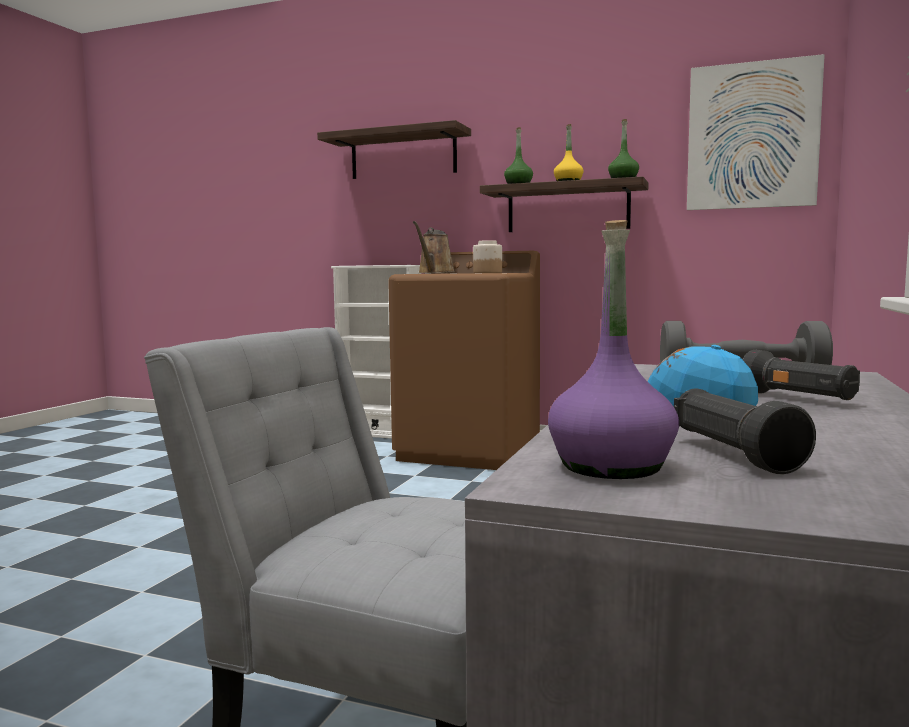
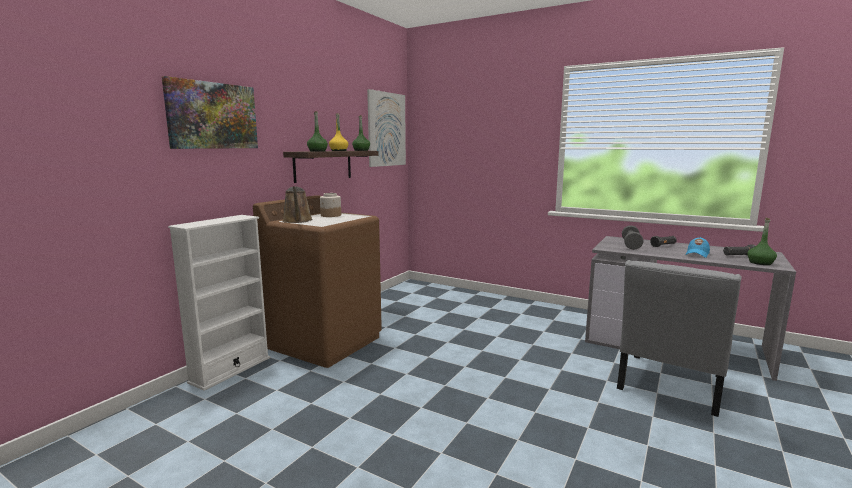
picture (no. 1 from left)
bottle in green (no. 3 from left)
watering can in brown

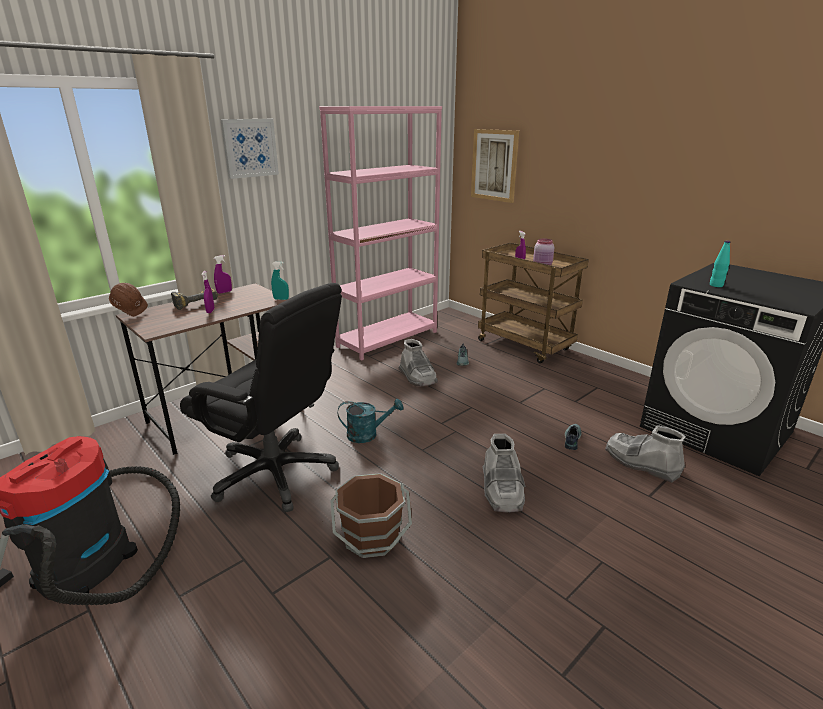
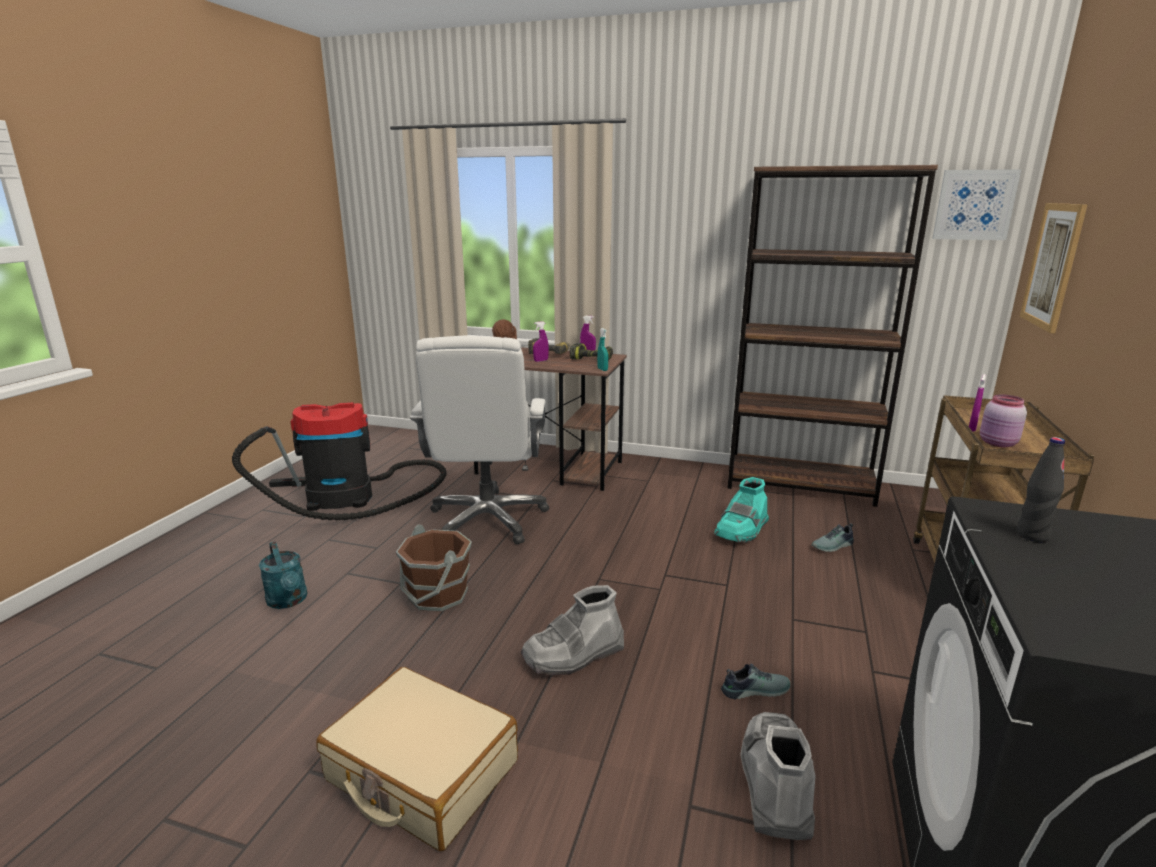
bookcase in brown
picture (no. 1 from left)
bottle in black
office chair in white
boot in turquoise
watering can in turquoise
power drill (no. 2 from left)
suitcase in beige

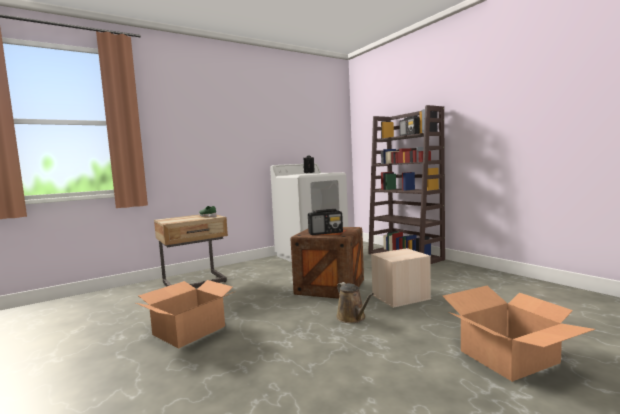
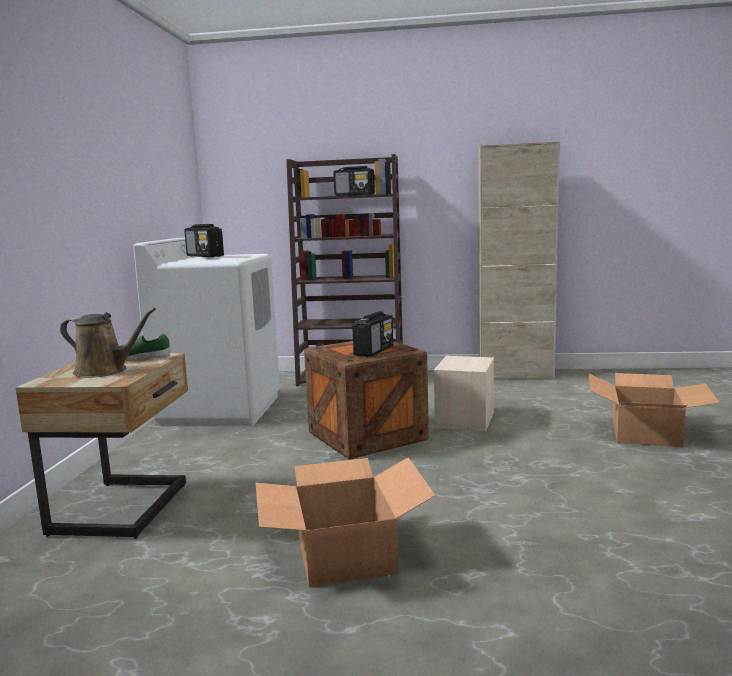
watering can in brown
cabinet in beige

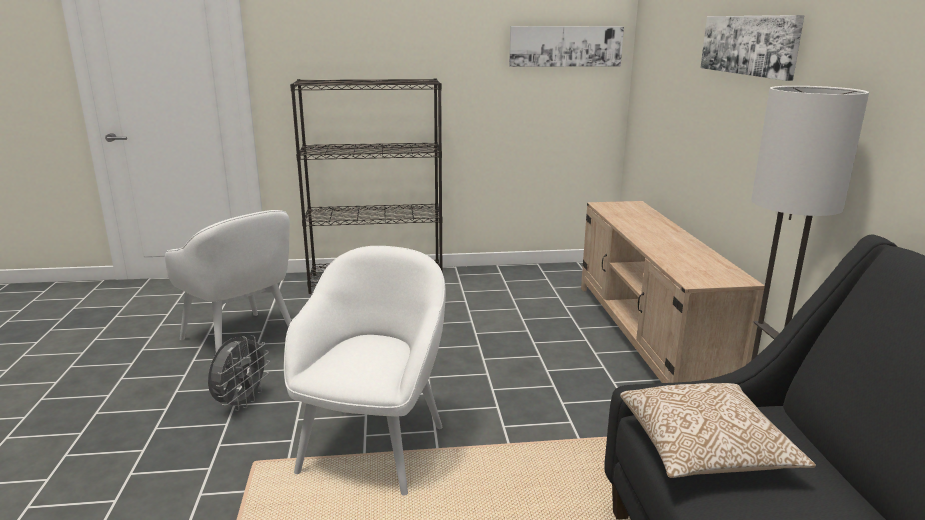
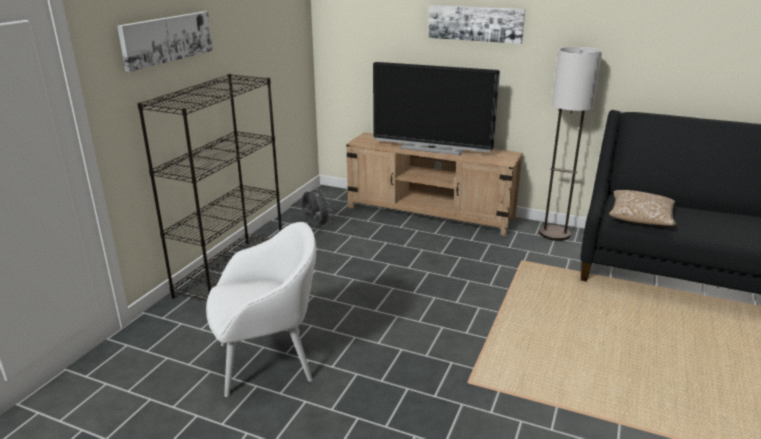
picture (no. 1 from left)
armchair in white (no. 2 from left in the first image)
fan in grey
television

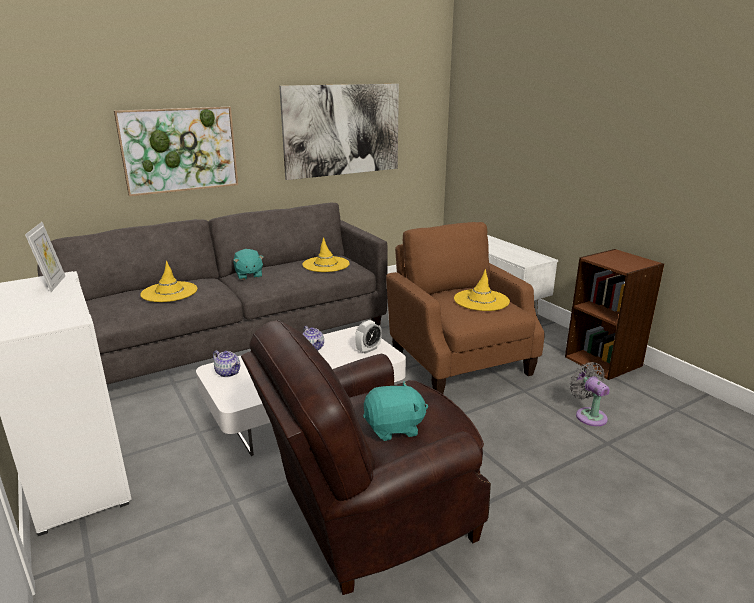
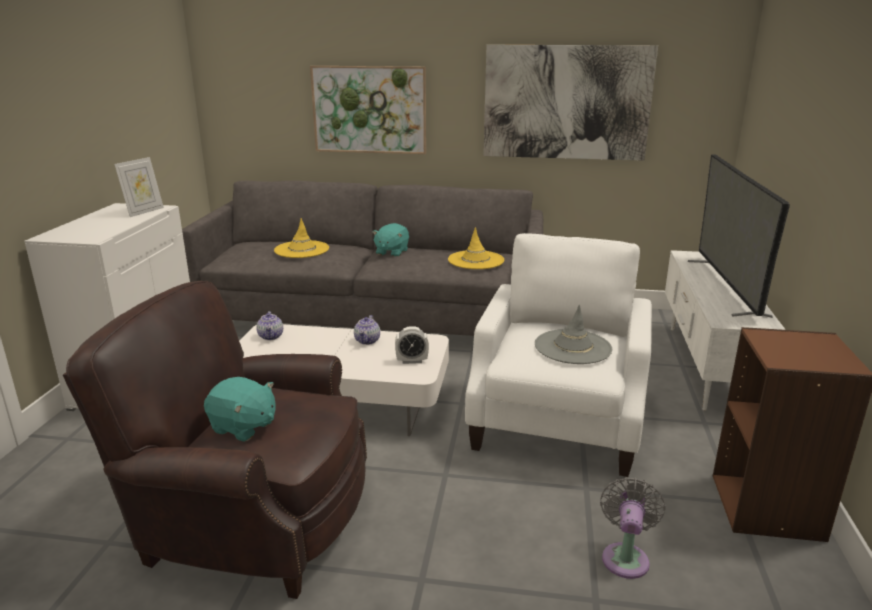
armchair in white
hat in grey
television

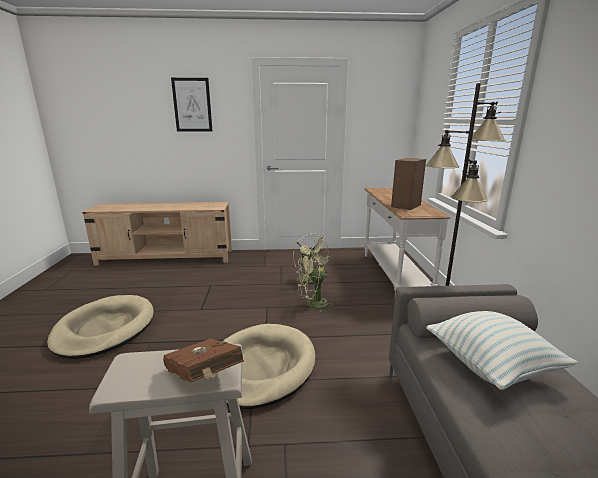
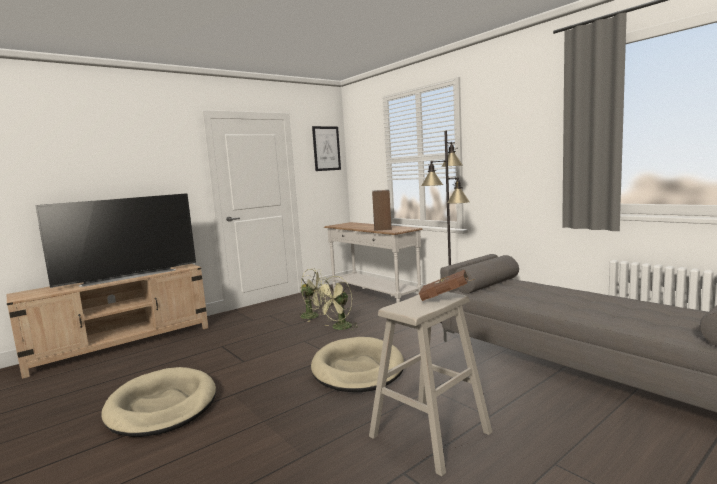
picture
pillow
television

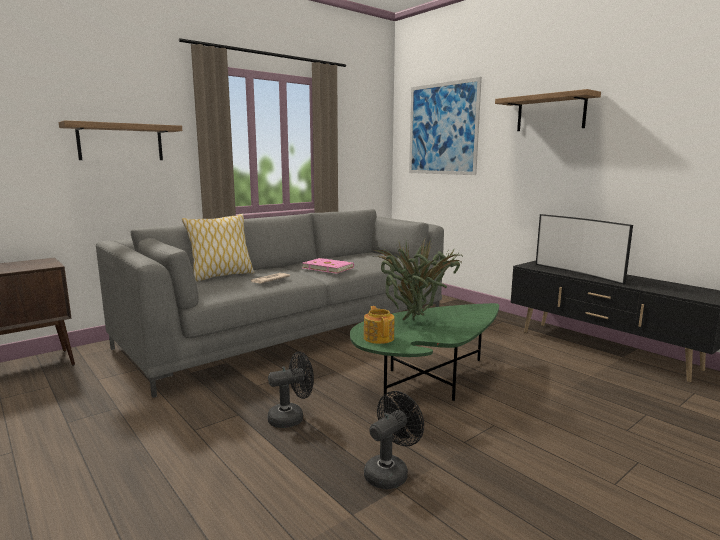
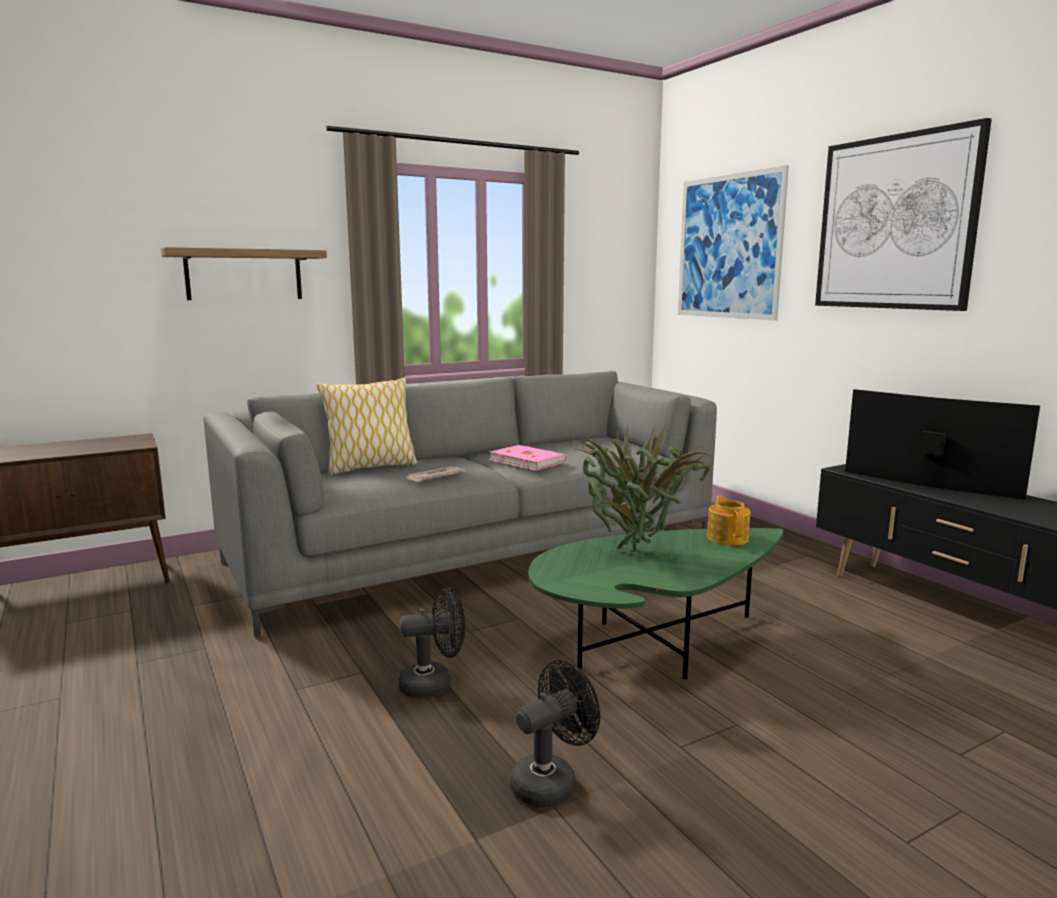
picture (no. 2 from left)
television
teapot

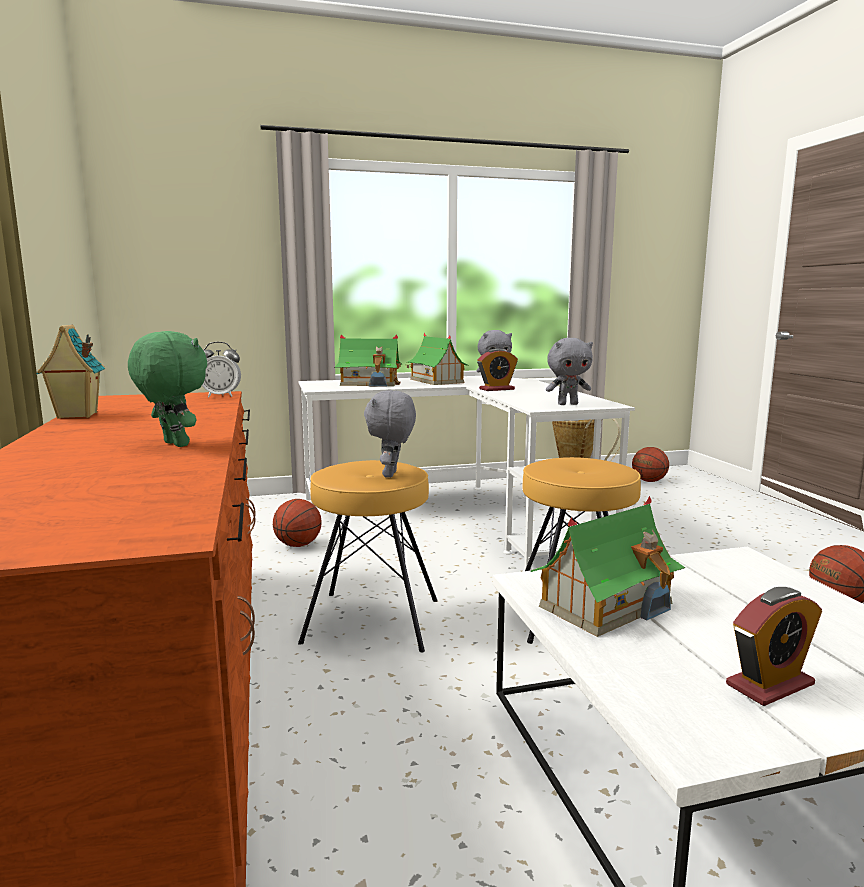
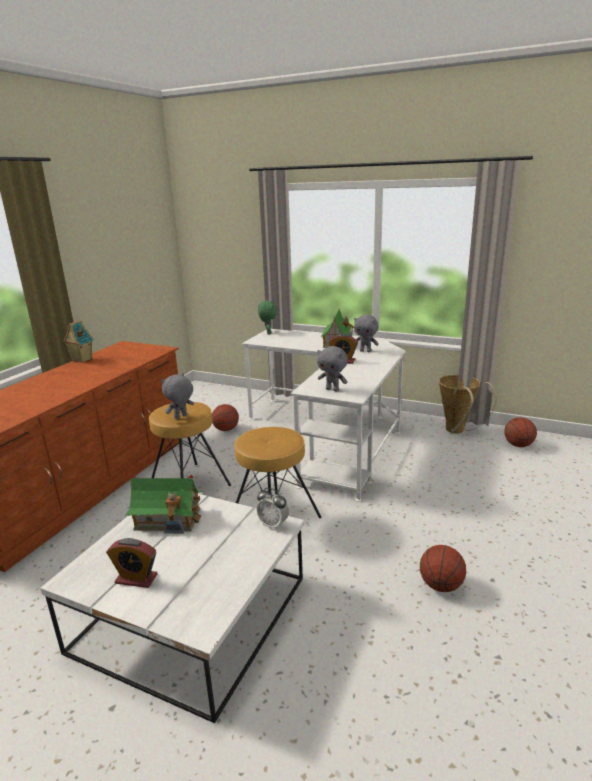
plush toy in green
toy house (no. 2 from left in the first image)
alarm clock (no. 2 from left)

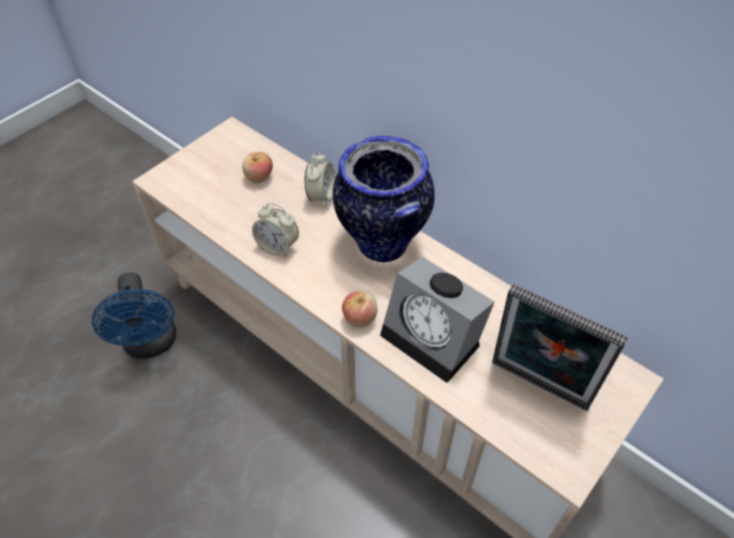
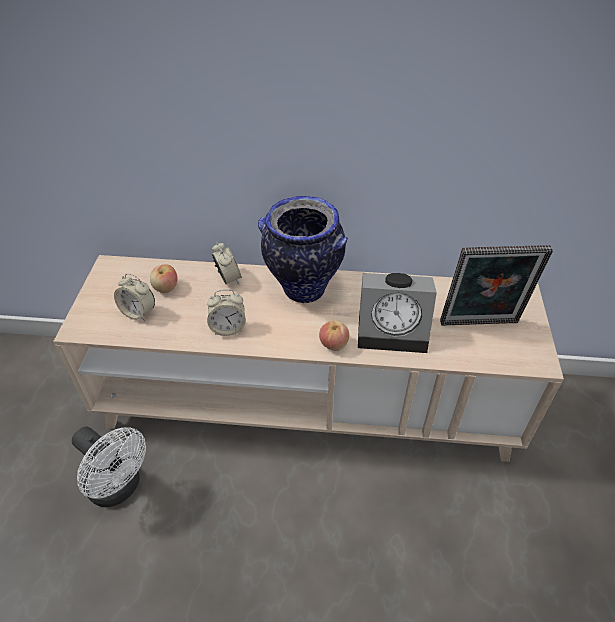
fan in white
alarm clock (no. 1 from left)

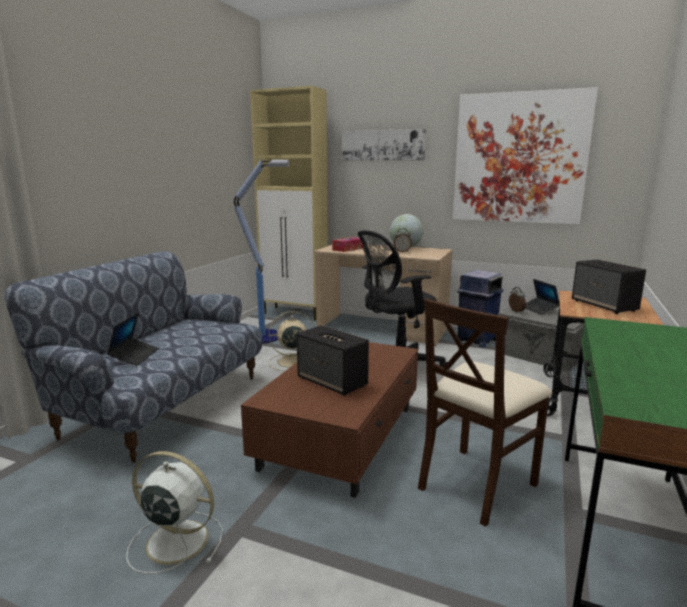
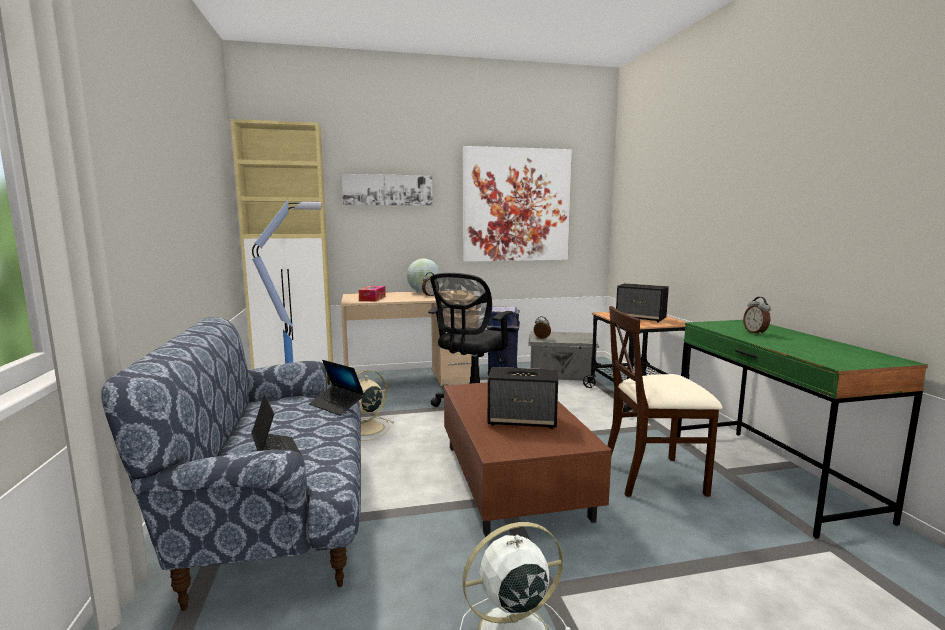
laptop (no. 2 from left)
chair in beige
alarm clock (no. 3 from left)

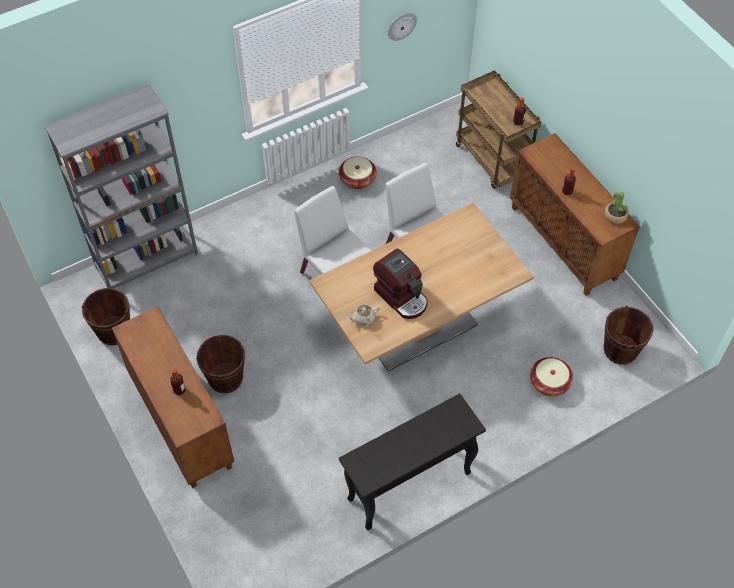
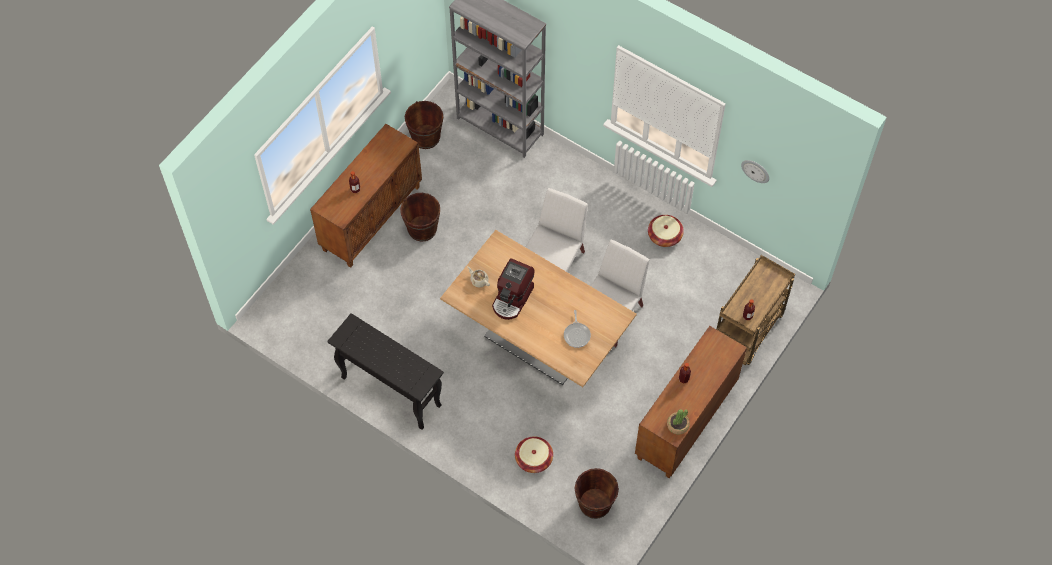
frying pan

